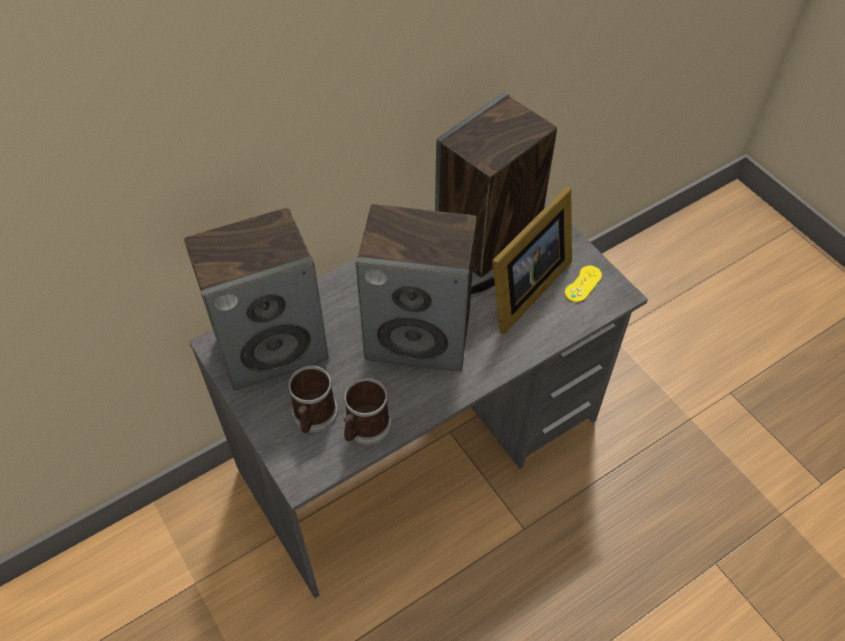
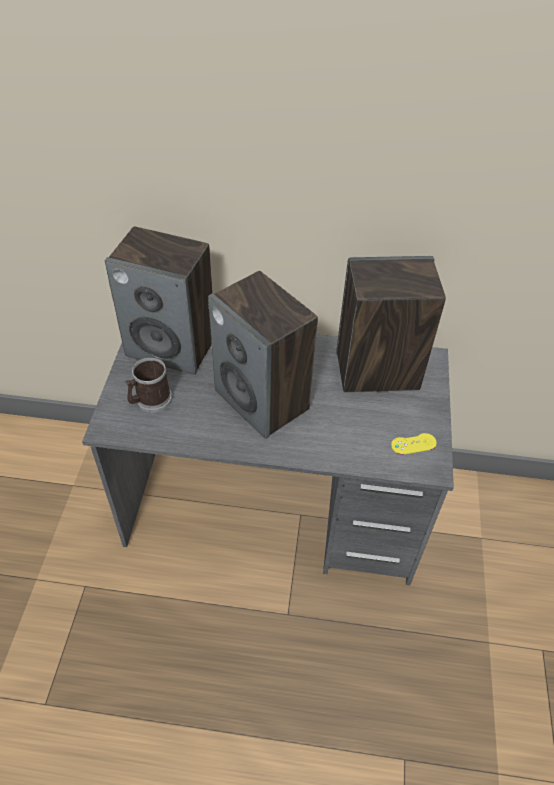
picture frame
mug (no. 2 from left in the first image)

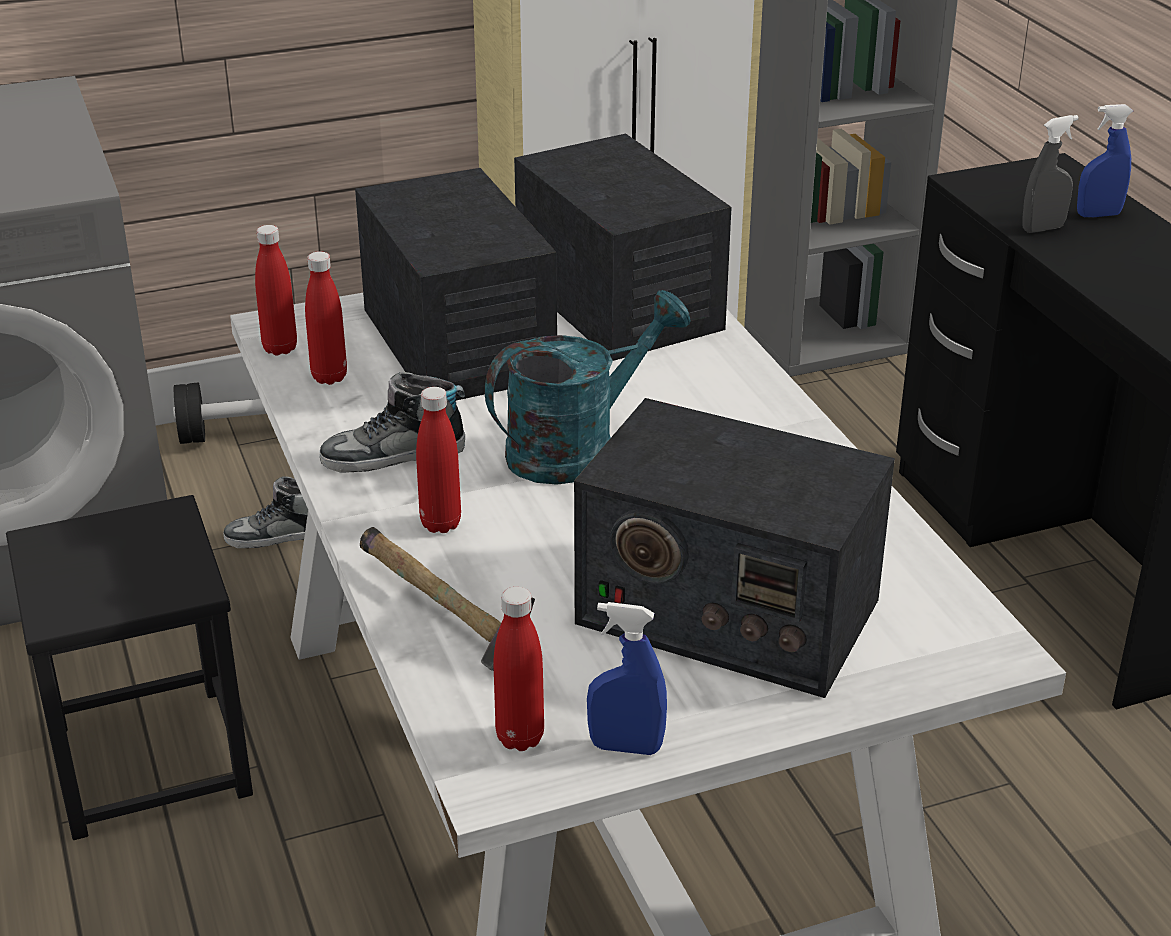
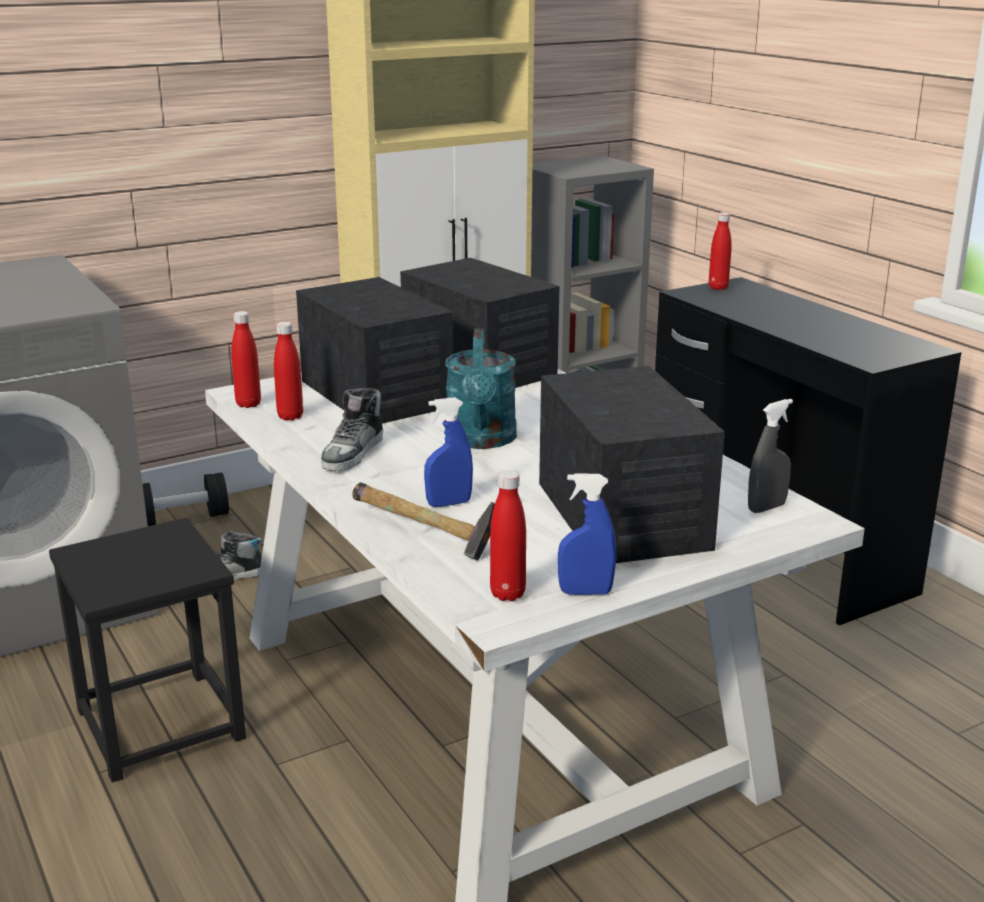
spray bottle in blue (no. 1 from left)
spray bottle in grey
watering can in turquoise
shoe (no. 2 from left)
bottle in red (no. 4 from left)
radio (no. 3 from left)

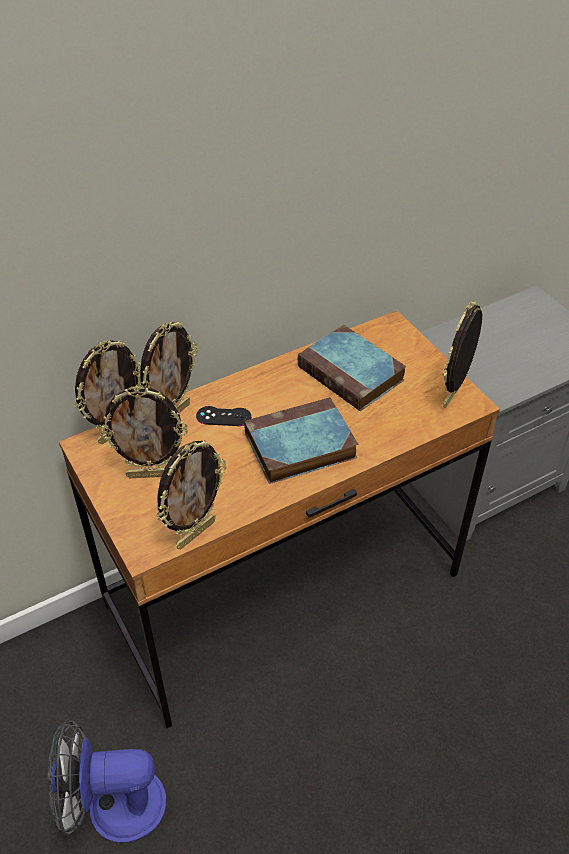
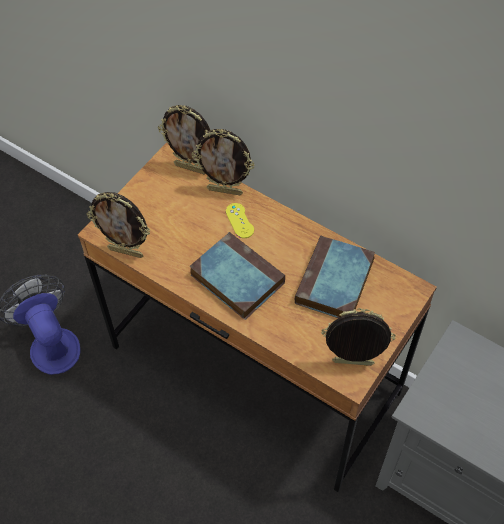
picture frame (no. 2 from left in the first image)
game controller in yellow

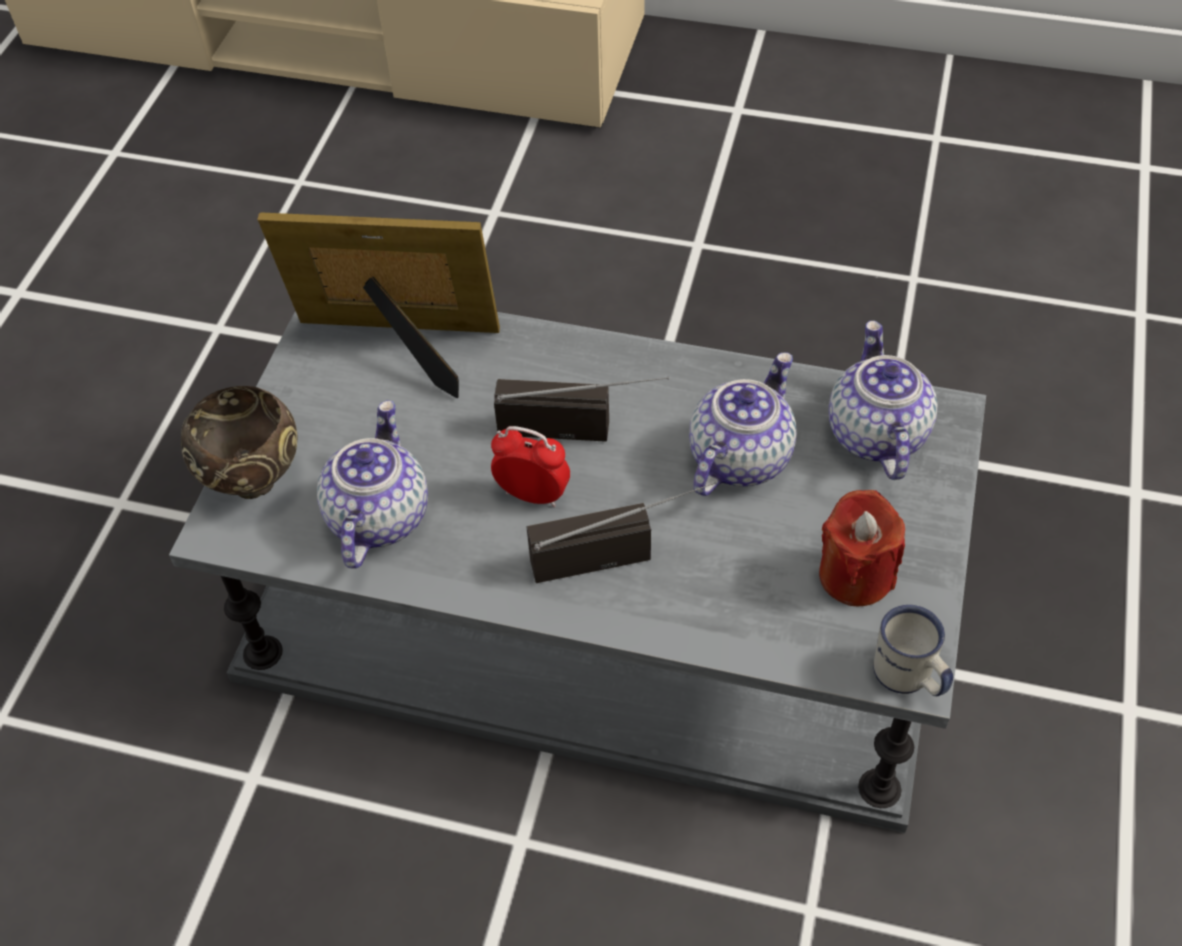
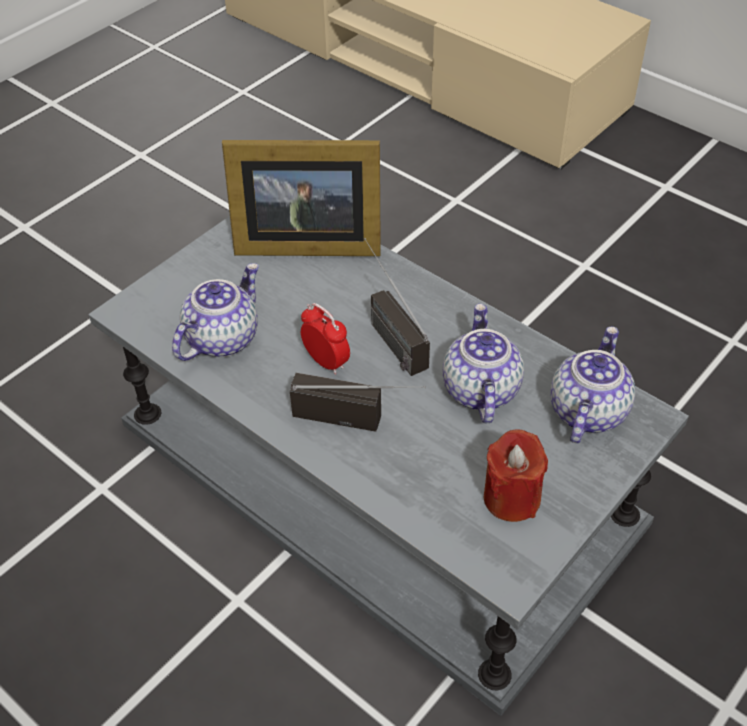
picture frame
teapot (no. 2 from left)
radio (no. 2 from left)
bowl in brown
mug in white

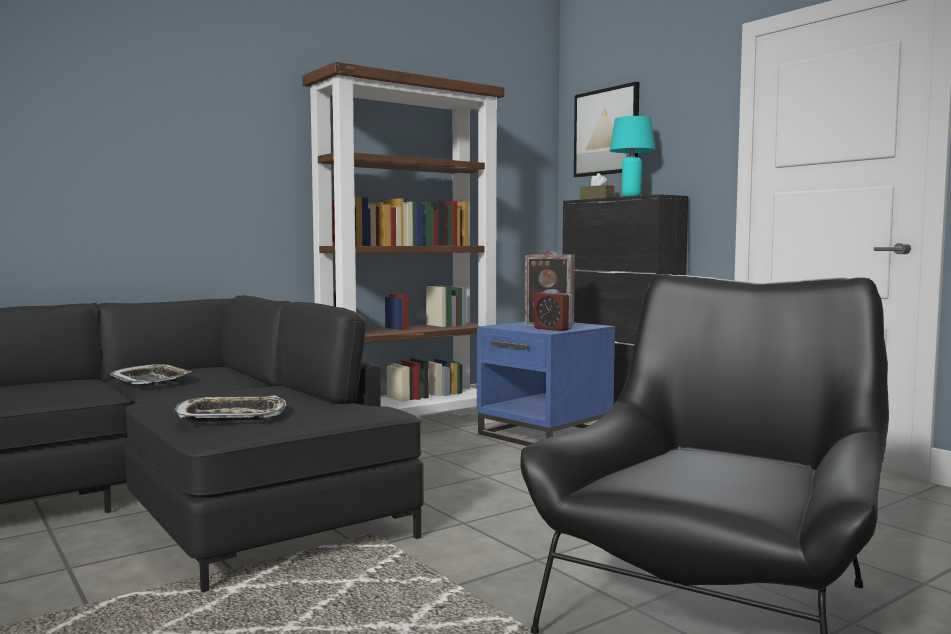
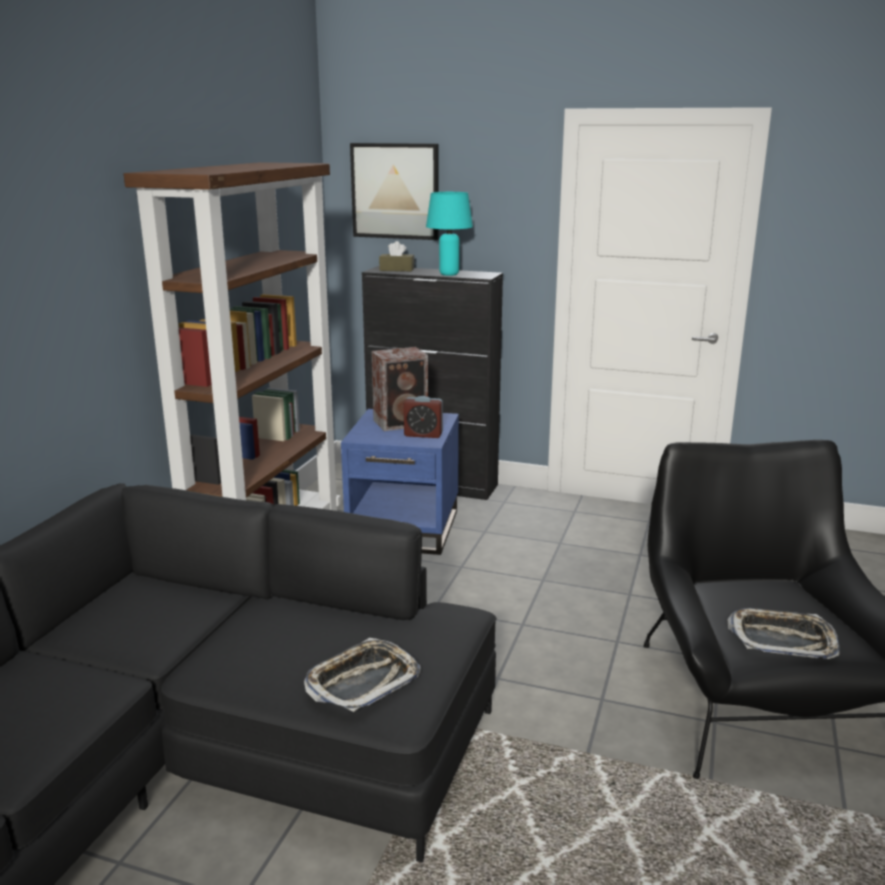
tray (no. 2 from left)

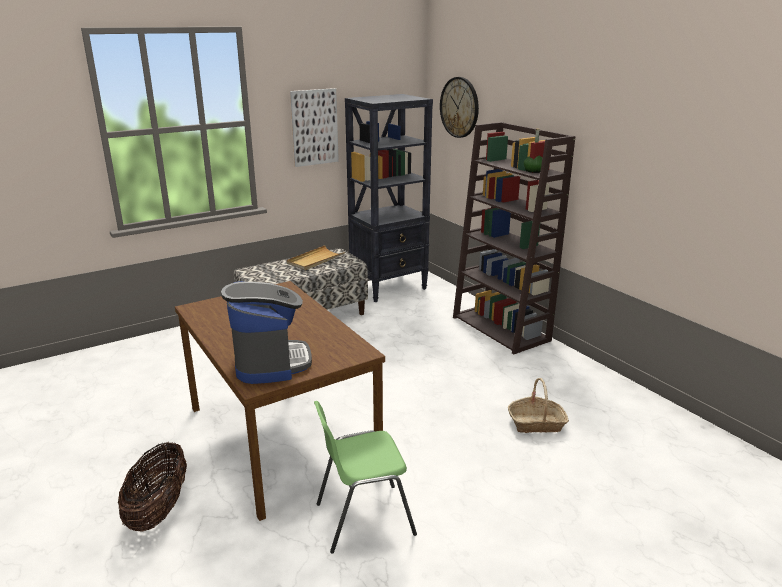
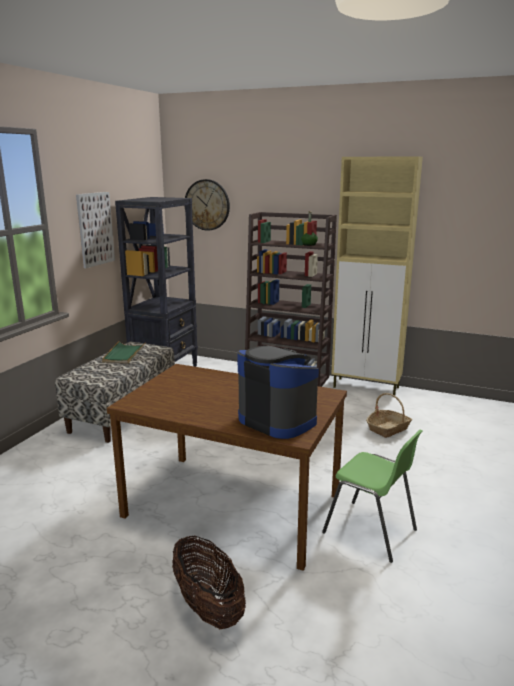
tray in green
chair in green
cabinet in beige

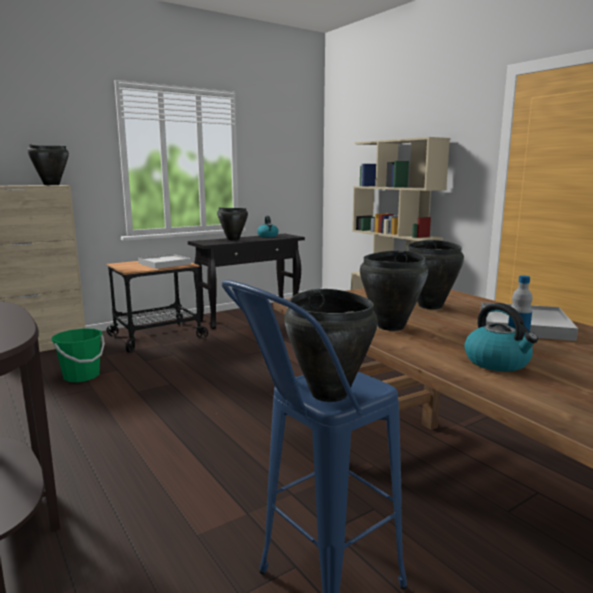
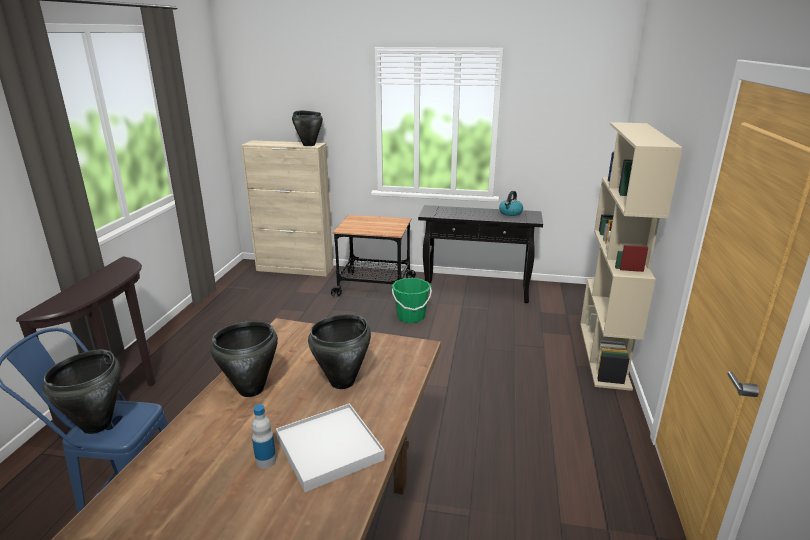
cooking pot in black (no. 2 from left in the first image)
tray in white (no. 1 from left in the first image)
kettle (no. 2 from left in the first image)
bucket in green

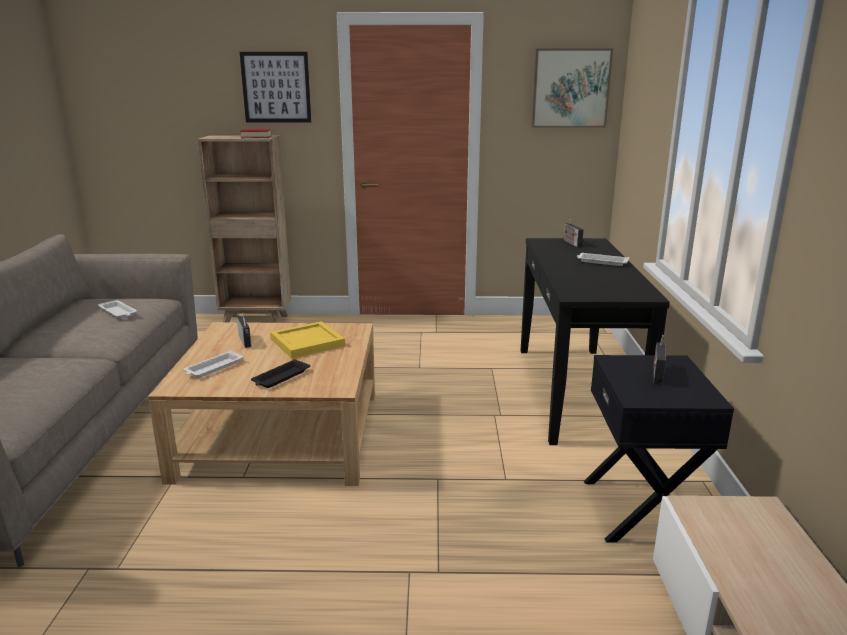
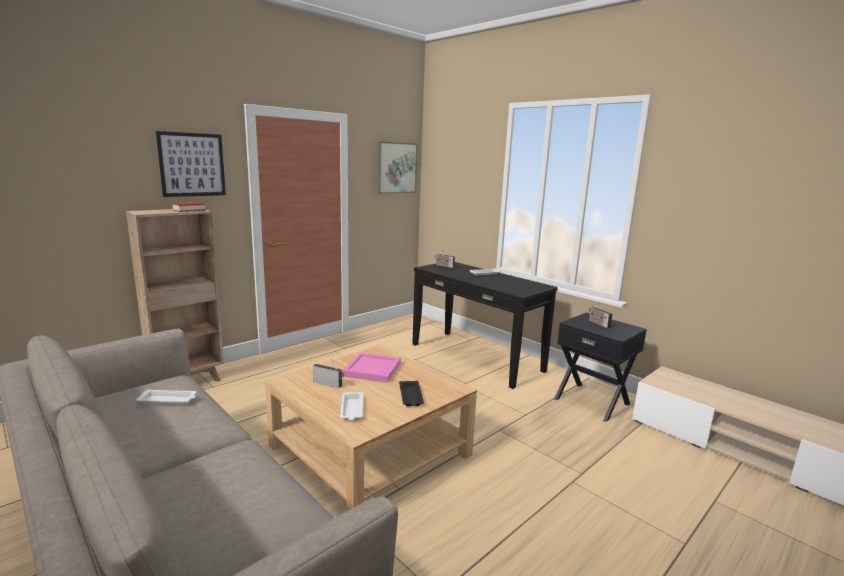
tray in pink

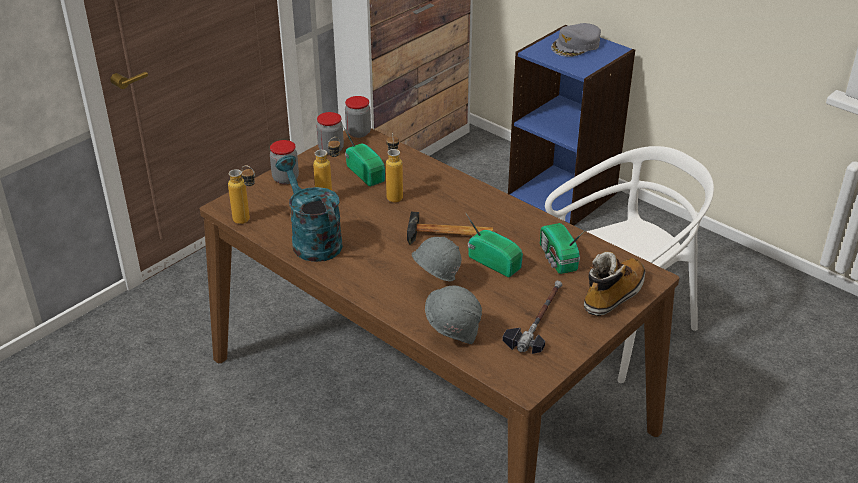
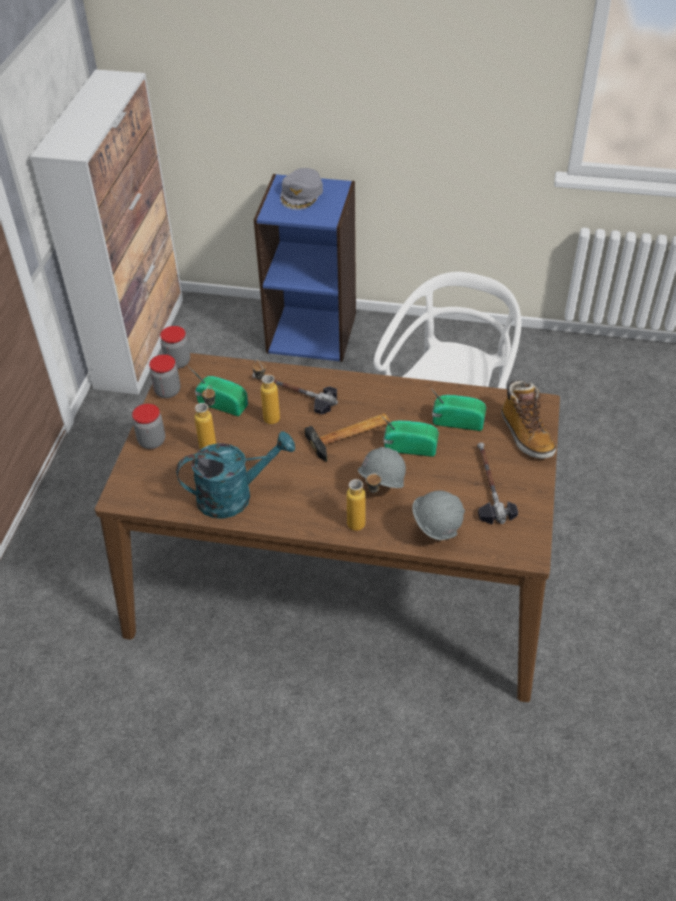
watering can in turquoise
bottle (no. 3 from left)
radio (no. 3 from left)
boot
hammer (no. 1 from left)

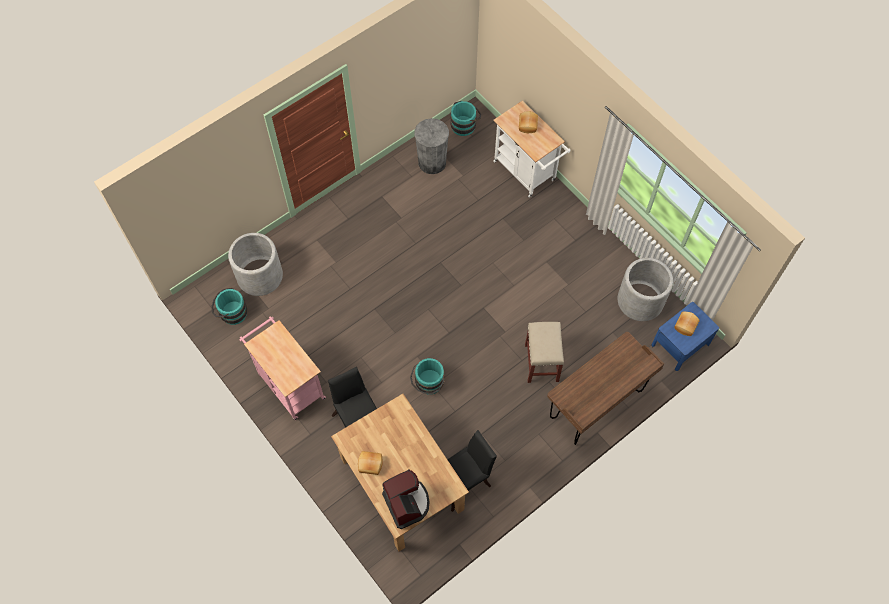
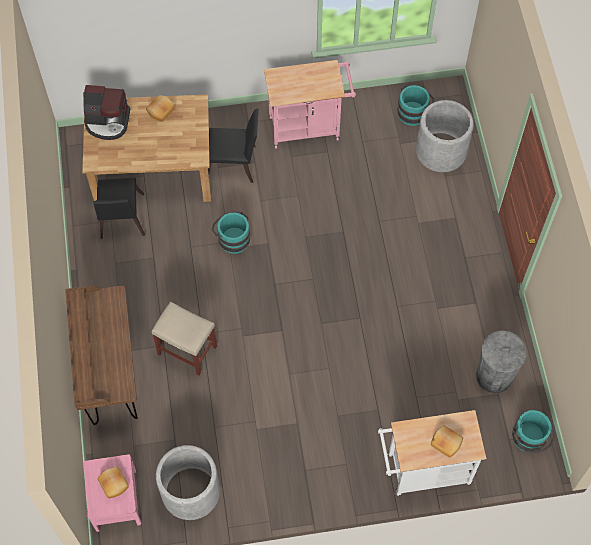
nightstand in pink

